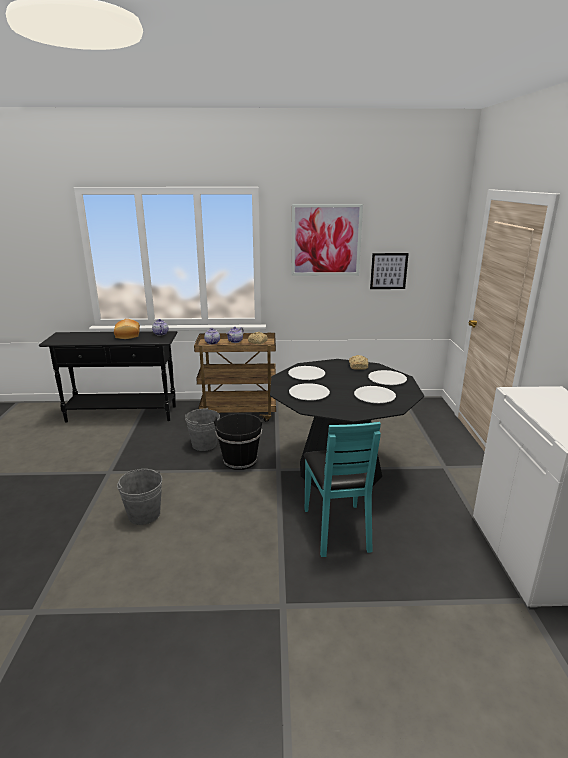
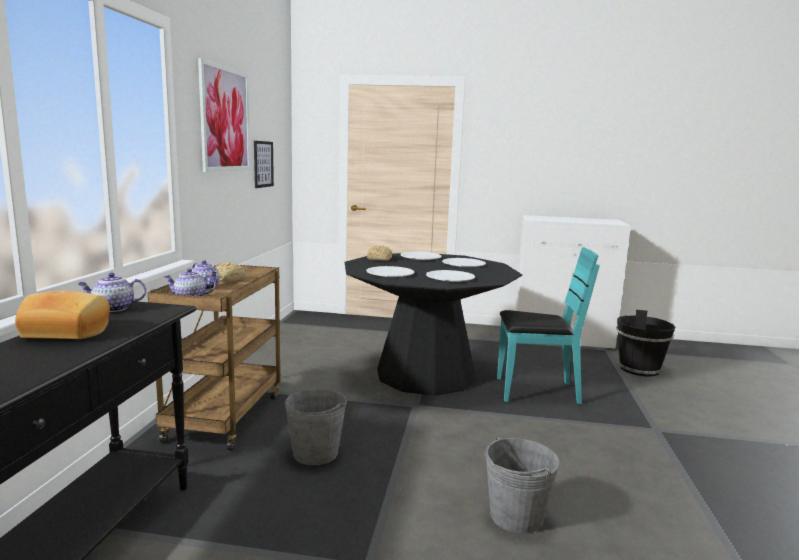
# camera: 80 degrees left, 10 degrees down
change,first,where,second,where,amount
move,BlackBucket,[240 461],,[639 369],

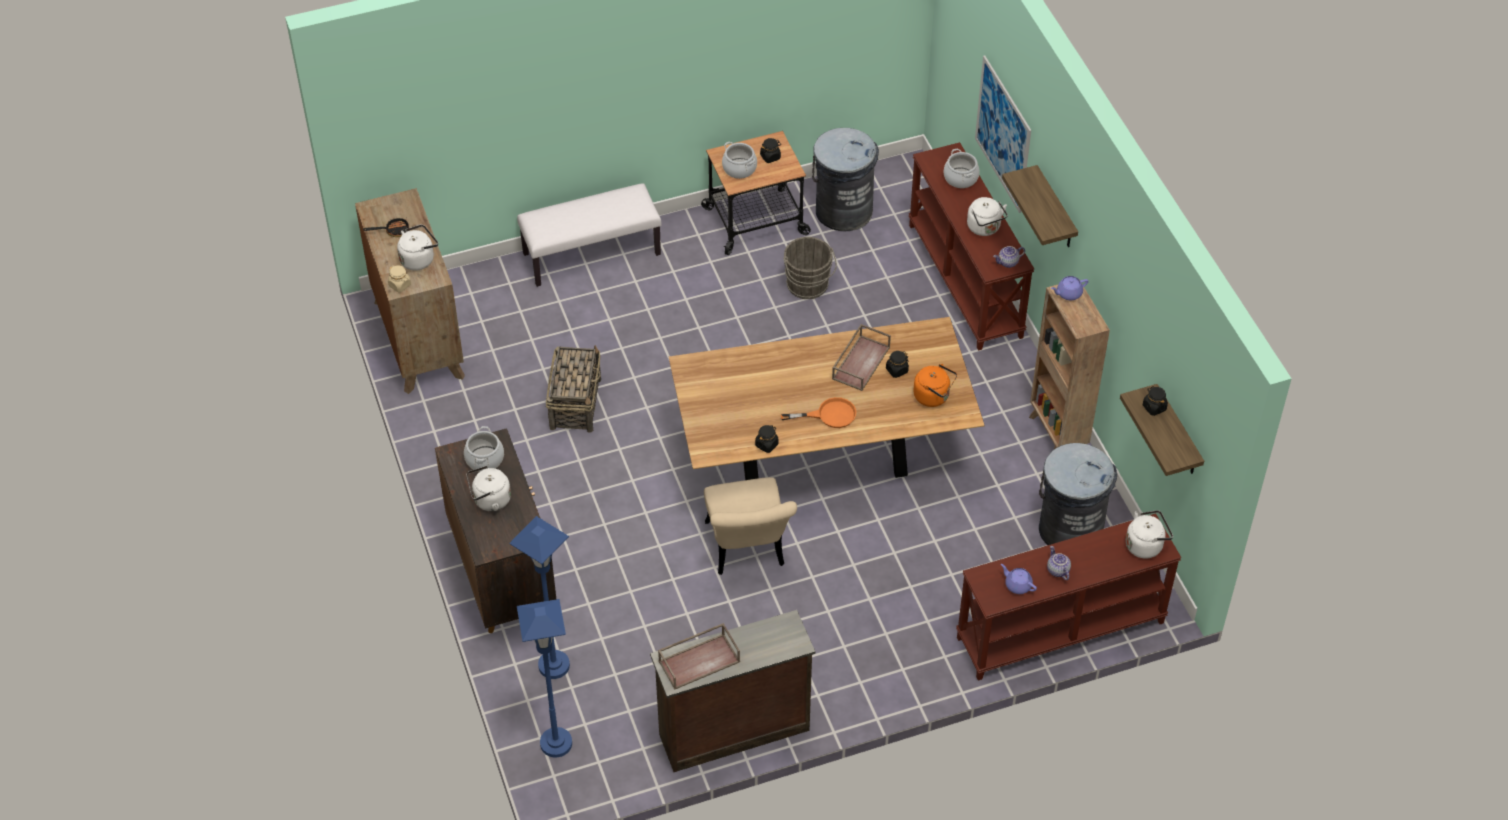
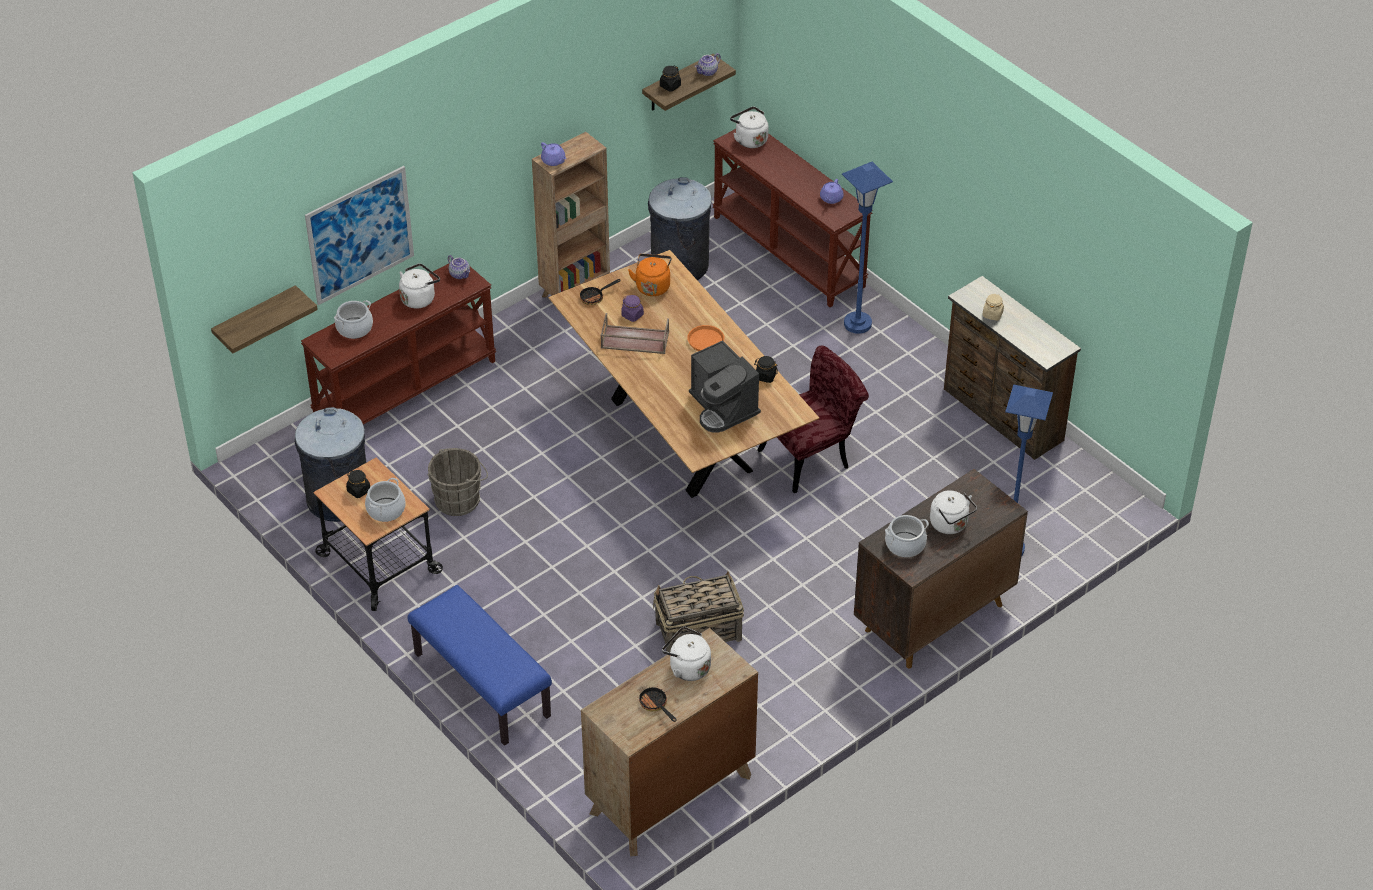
# camera: 110 degrees left, 5 degrees down
change,first,where,second,where,amount
delete,BrownTray,[699 660],,,
insert,,,FryingPan,[595 297],
insert,,,CoffeeMachine,[723 408],
move,BeigeJar,[400 285],,[992 314],
move,BlueFloorLamp,[556 743],,[857 324],
move,Shelf,[1056 209],,[255 319],
move,Teapot,[1057 570],,[708 72],
recolor,WhiteBench,[592 253],BlueBench,[481 685],
recolor,BeigeChair,[747 551],RedChair,[812 456],
recolor,BlackJar,[896 370],PurpleJar,[632 315],

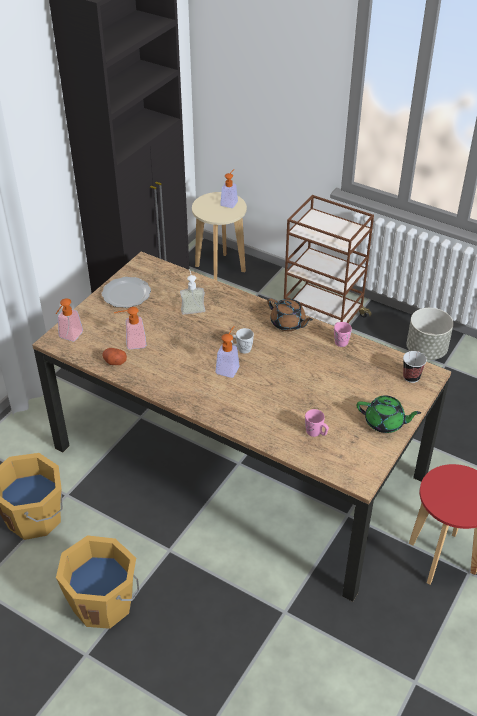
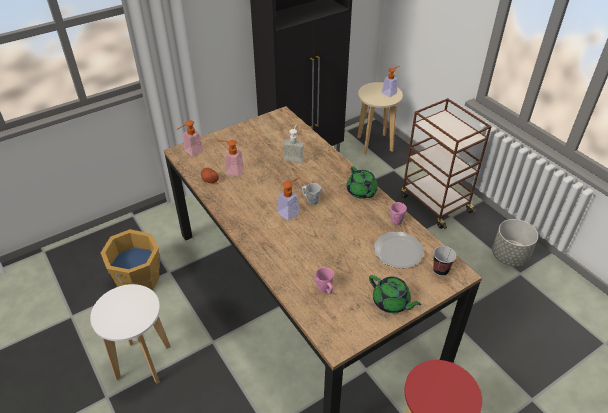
# camera: 25 degrees right, 0 degrees up
change,first,where,second,where,amount
move,Plate,[126 294],,[398 251],
replace,OrangeBucket,[104 601],WhiteStool,[143 362],
recolor,BrownTeapot,[288 324],GreenTeapot,[361 192],

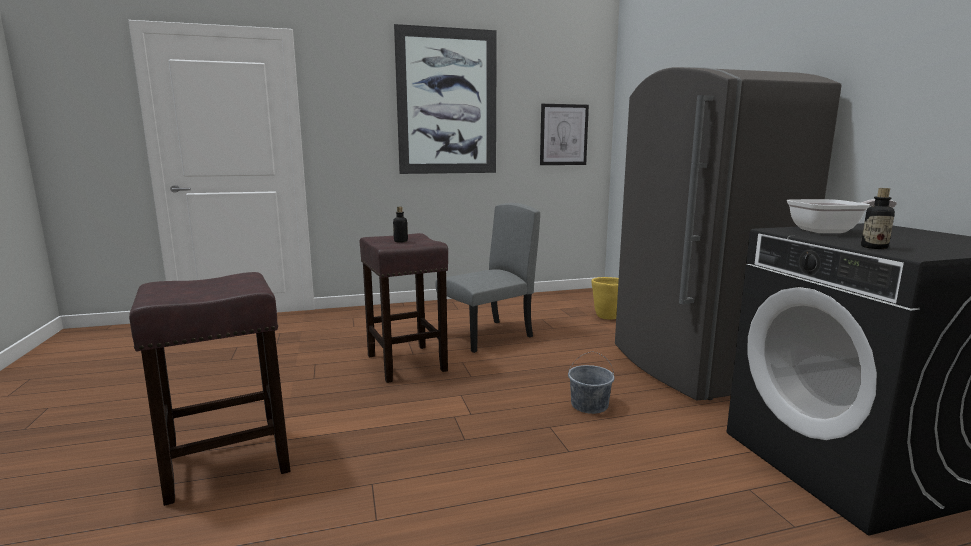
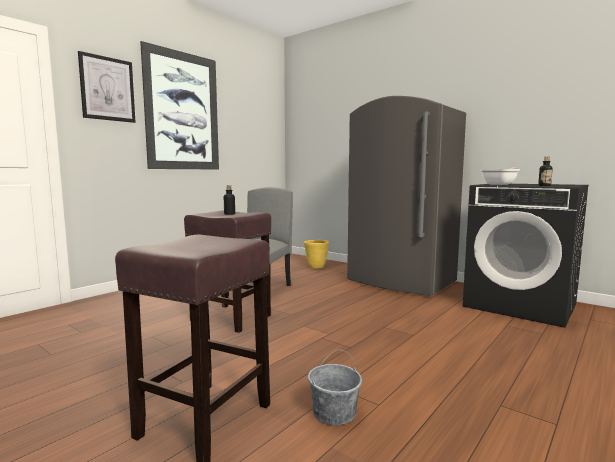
# camera: 35 degrees left, 5 degrees down
change,first,where,second,where,amount
move,Picture,[563 135],,[107 89],
move,GreyBucket,[589 405],,[334 412],

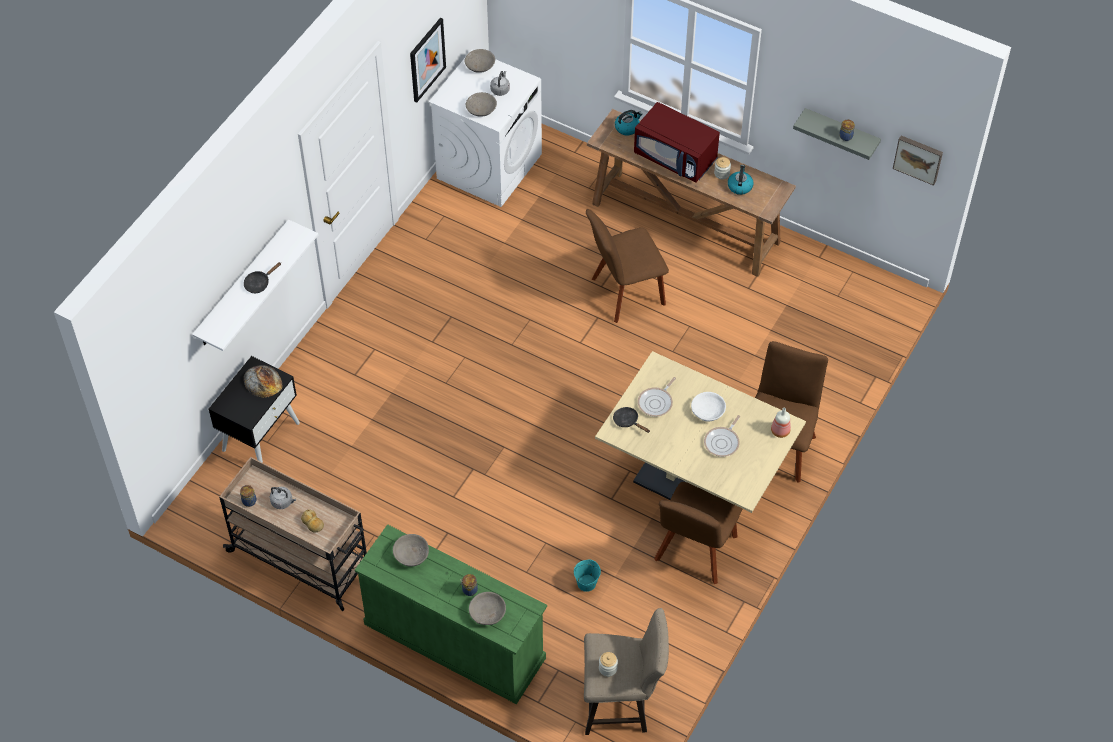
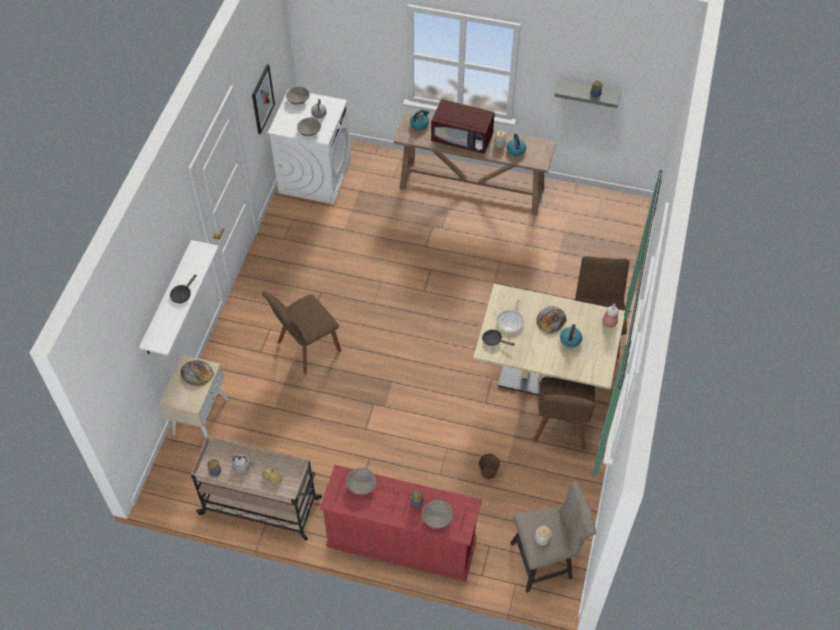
# camera: 15 degrees left, 0 degrees up
change,first,where,second,where,amount
delete,Picture,[918 158],,,
move,BrownChair,[624 293],,[306 348],
replace,WhiteBowl,[708 411],Bread,[551 319],
replace,FryingPan,[723 442],Kettle,[570 340],
recolor,BlackNightstand,[261 436],BeigeNightstand,[200 416],
recolor,GreenDresser,[453 640],RedDresser,[401 542],
recolor,TurquoiseBucket,[586 583],BrownBucket,[488 472],

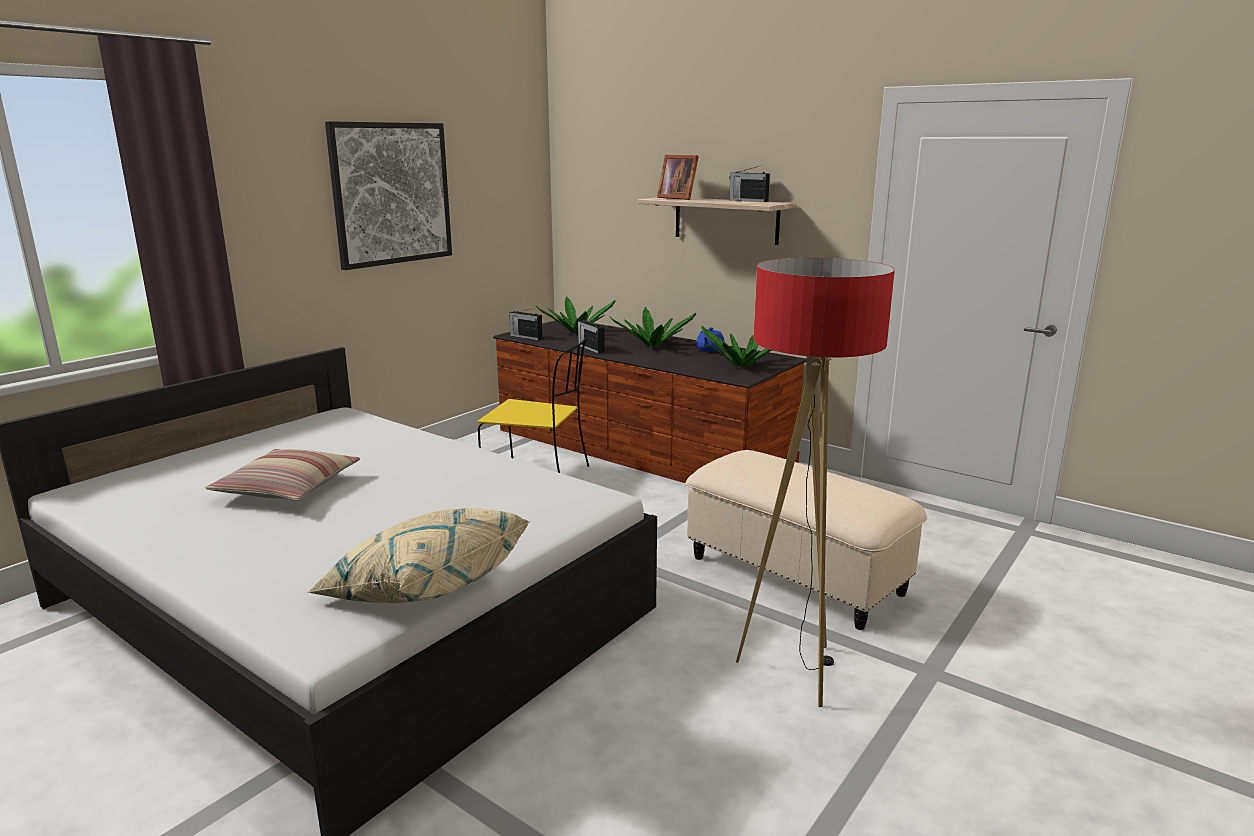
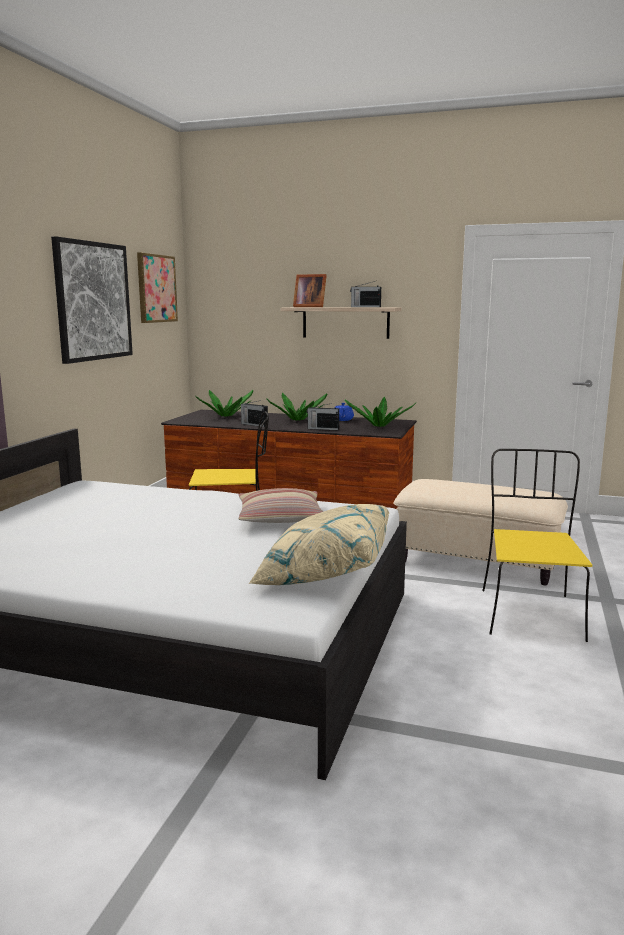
# camera: 20 degrees left, 5 degrees down
change,first,where,second,where,amount
insert,,,Picture,[156 288],
move,Pillow,[288 488],,[280 517],
move,Radio,[525 337],,[322 429],
replace,FloorLamp,[794 670],YellowChair,[529 613],

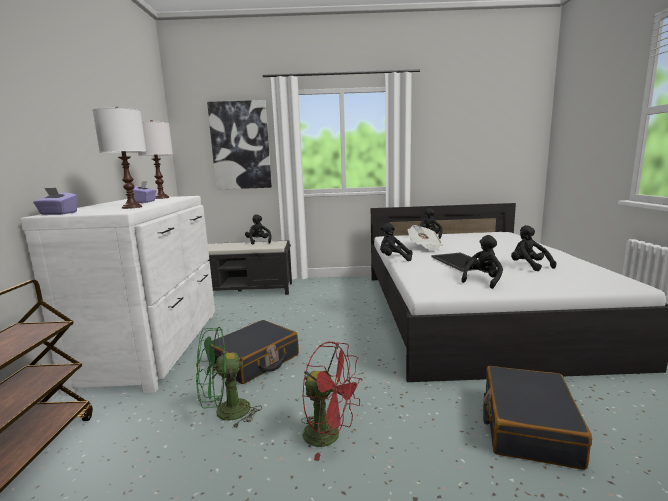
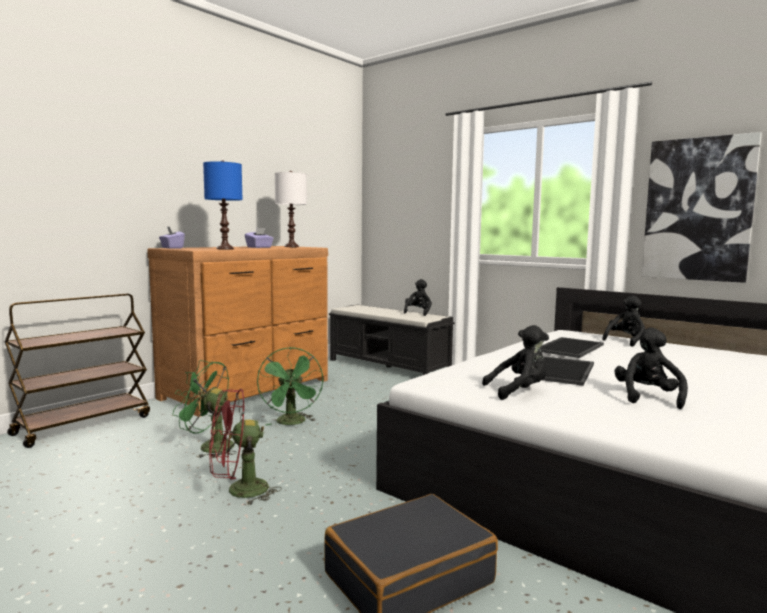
# camera: 40 degrees right, 5 degrees down
change,first,where,second,where,amount
delete,BlackPlushToy,[394 259],,,
move,Picture,[240 146],,[698 209],
replace,BlackSuitcase,[255 361],GreenFan,[292 423],
replace,Newspaper,[424 247],Tray,[570 348],
recolor,WhiteDresser,[155 347],BrownDresser,[249 389],
recolor,WhiteTableLamp,[132 207],BlueTableLamp,[225 249],
rotate,RedFan,[329 436],,[239 491],90 degrees clockwise

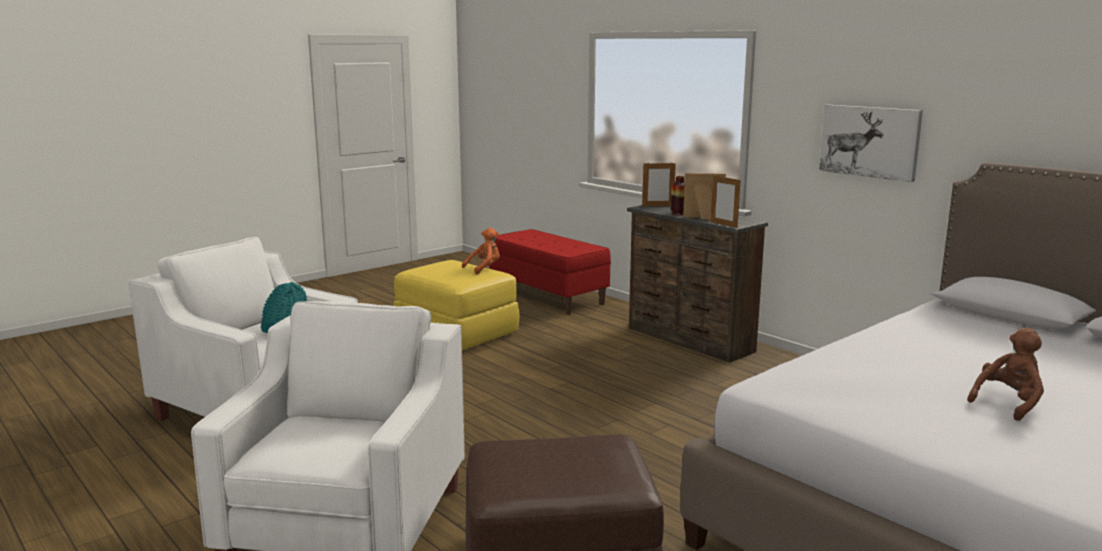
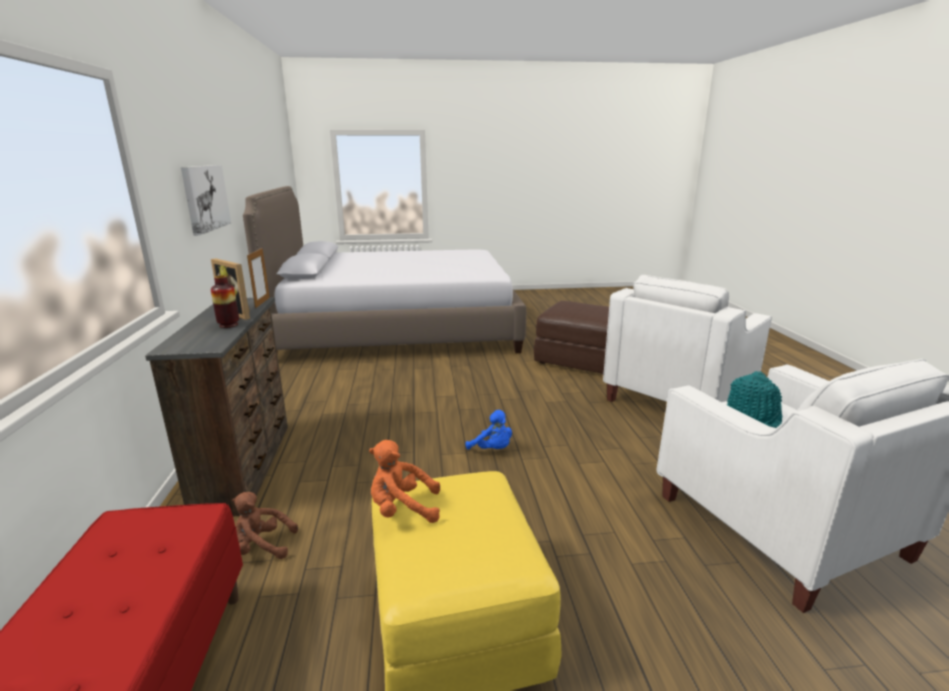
# camera: 145 degrees left, 5 degrees up
change,first,where,second,where,amount
delete,PictureFrame,[658 205],,,
insert,,,BluePlushToy,[492 449],
move,BrownPlushToy,[1008 403],,[263 546],

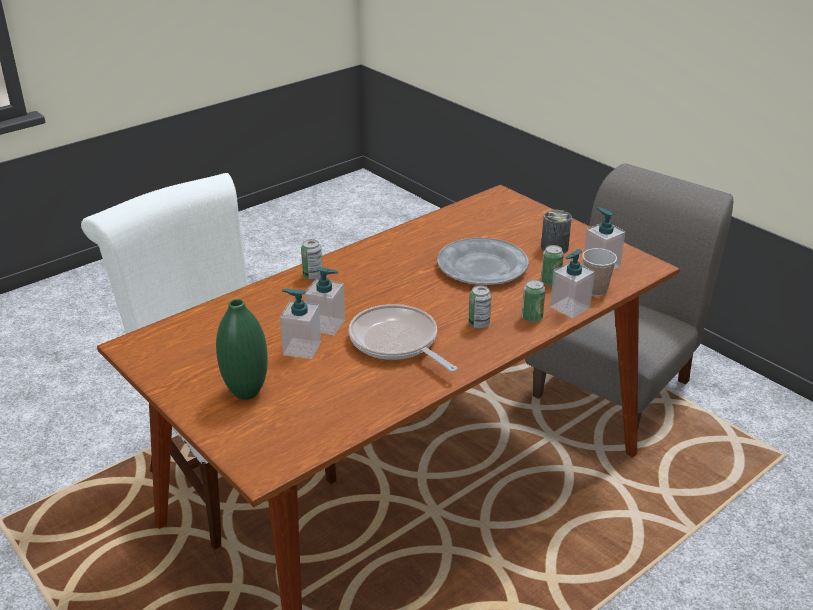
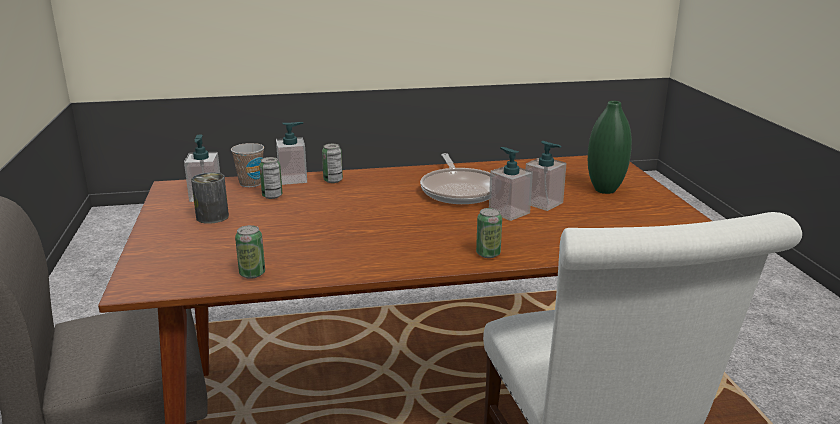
# camera: 150 degrees left, 10 degrees down
change,first,where,second,where,amount
delete,GreyPlate,[482 267],,,
move,Can,[479 324],,[252 274],

